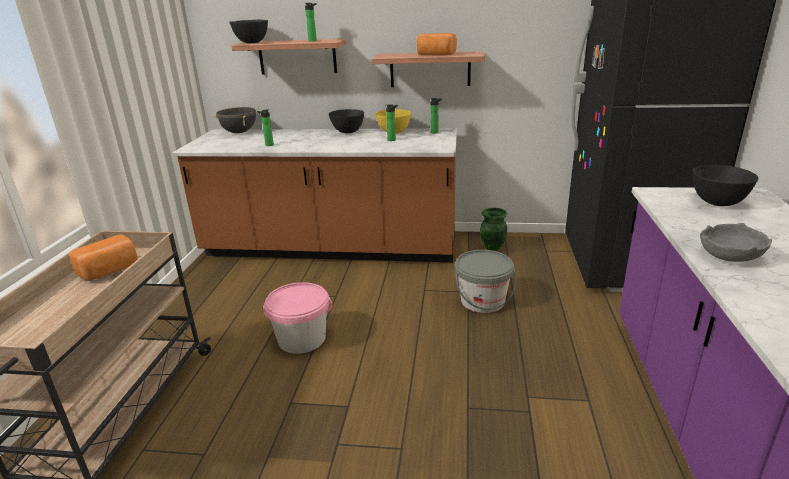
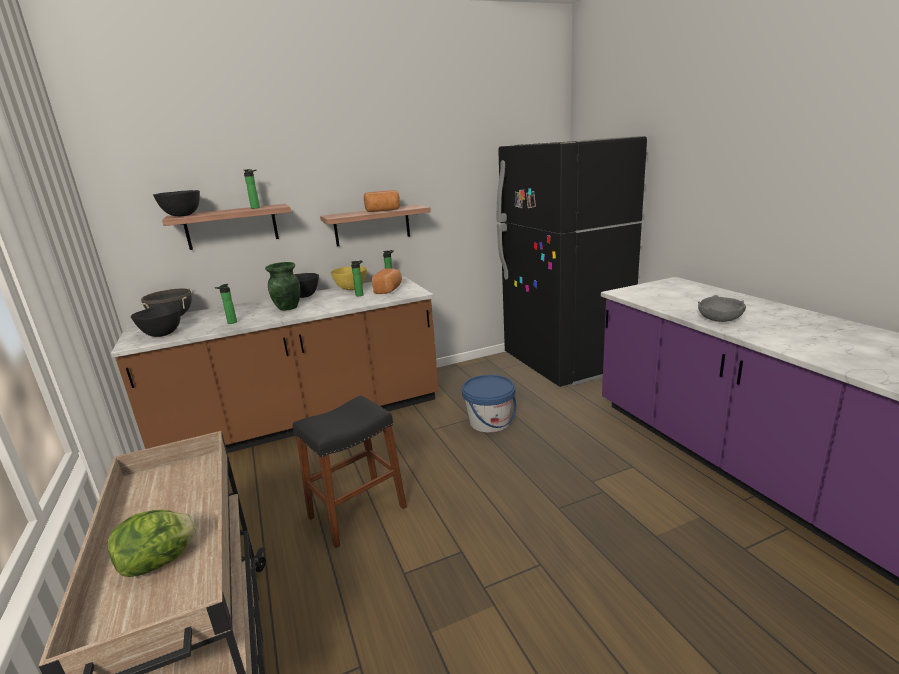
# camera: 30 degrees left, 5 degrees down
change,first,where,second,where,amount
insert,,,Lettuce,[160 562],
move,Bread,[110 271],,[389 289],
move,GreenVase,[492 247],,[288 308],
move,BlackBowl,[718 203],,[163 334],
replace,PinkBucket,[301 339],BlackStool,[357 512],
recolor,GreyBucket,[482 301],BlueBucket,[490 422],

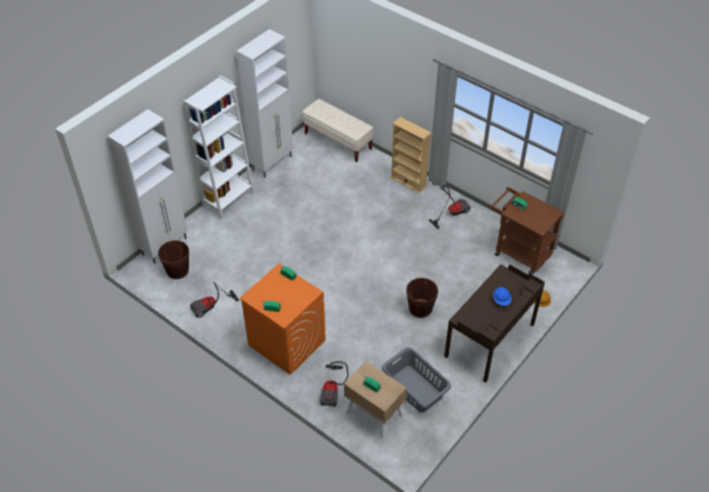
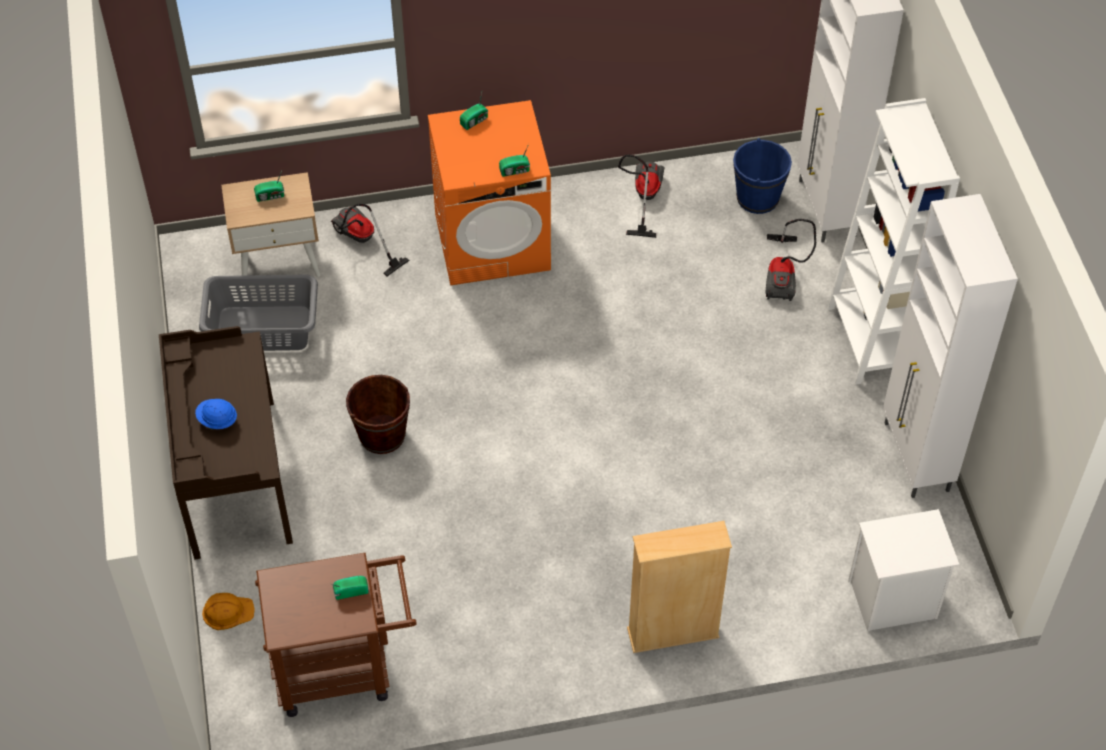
# camera: 130 degrees right, 5 degrees up
change,first,where,second,where,amount
move,VacuumCleaner,[452 213],,[783 275],
replace,BeigeBench,[338 141],WhiteNightstand,[892 600],
recolor,BrownBucket,[177 270],BlueBucket,[757 198],

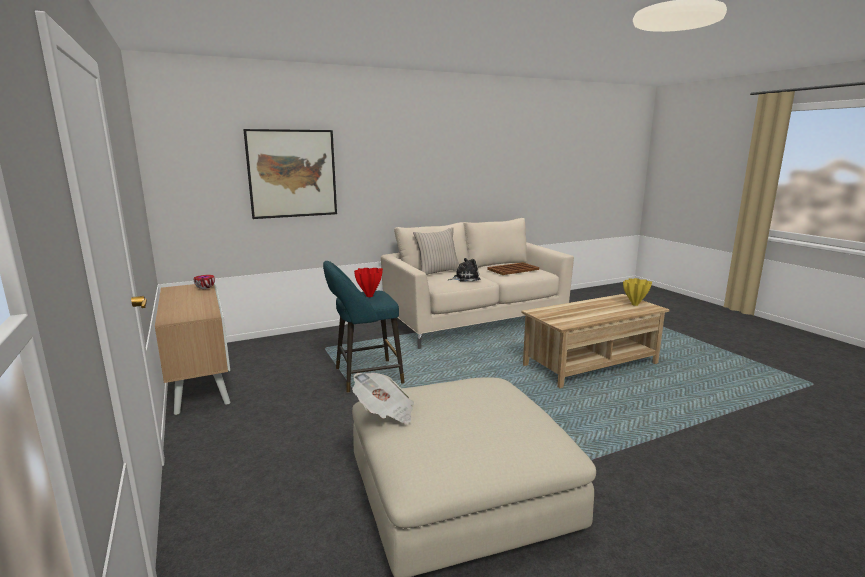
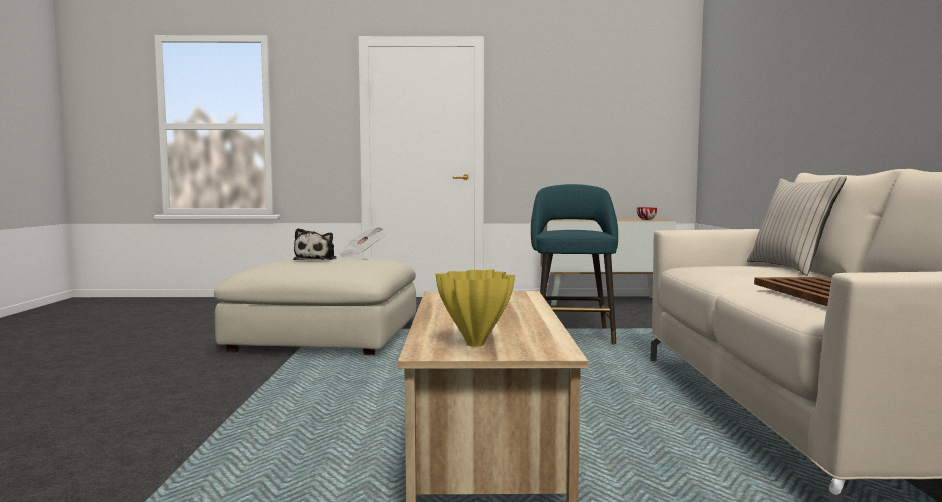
# camera: 115 degrees right, 10 degrees down
change,first,where,second,where,amount
delete,Picture,[292 173],,,
delete,RedVase,[369 296],,,
move,PlushToy,[465 278],,[317 259],

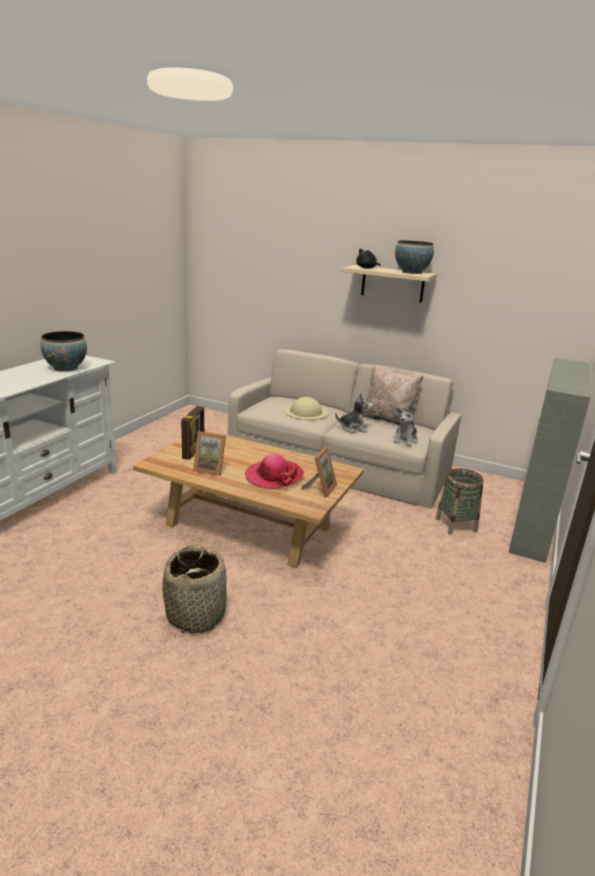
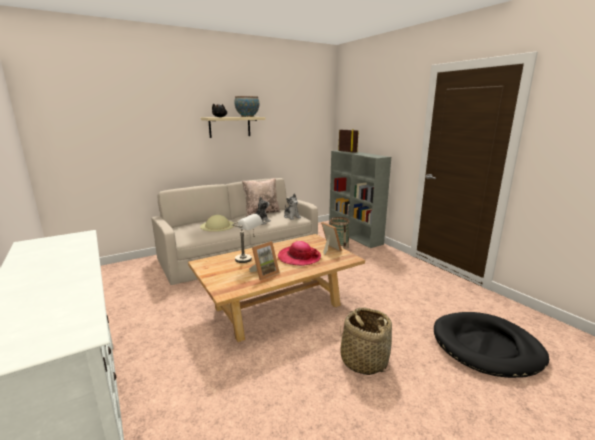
# camera: 55 degrees left, 5 degrees down
change,first,where,second,where,amount
delete,Bowl,[66 368],,,
insert,,,GreyTableLamp,[248 260],
insert,,,BlackDogBed,[486 347],
move,PictureFrame,[194 451],,[347 151],

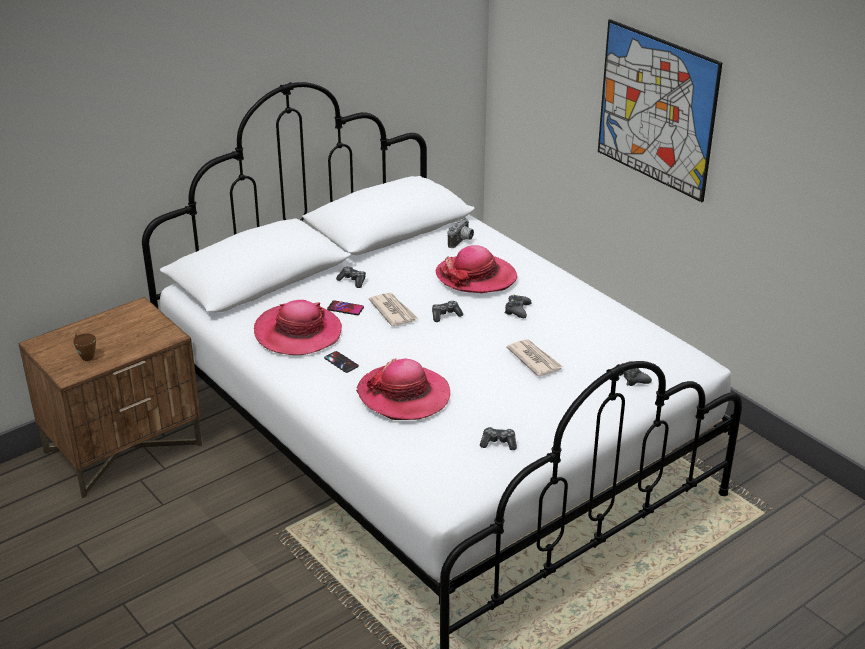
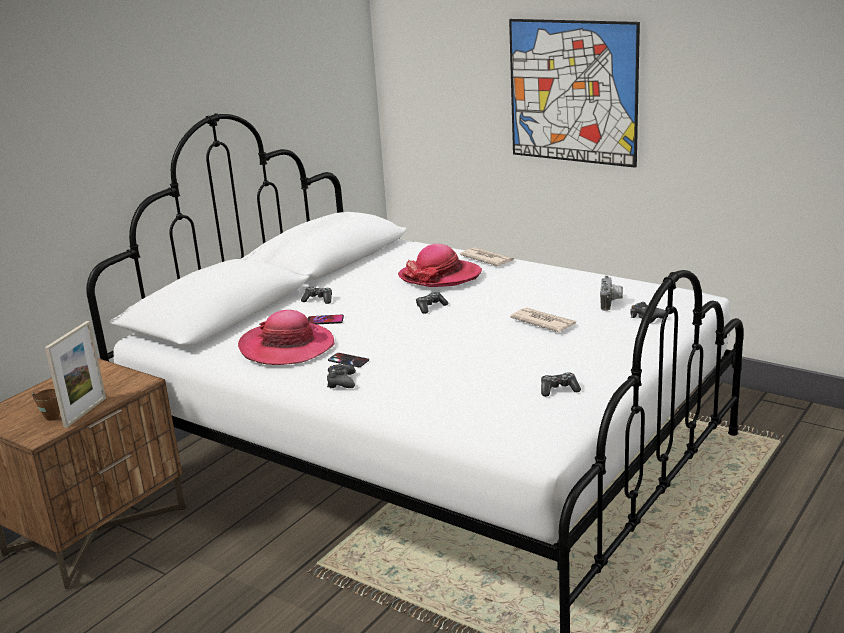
# camera: 15 degrees left, 10 degrees down
change,first,where,second,where,amount
delete,Hat,[404 395],,,
insert,,,PictureFrame,[85 412],
move,Newspaper,[393 311],,[487 259],
move,PhotoCamera,[462 241],,[611 303],
move,BlackGameController,[517 310],,[341 382],

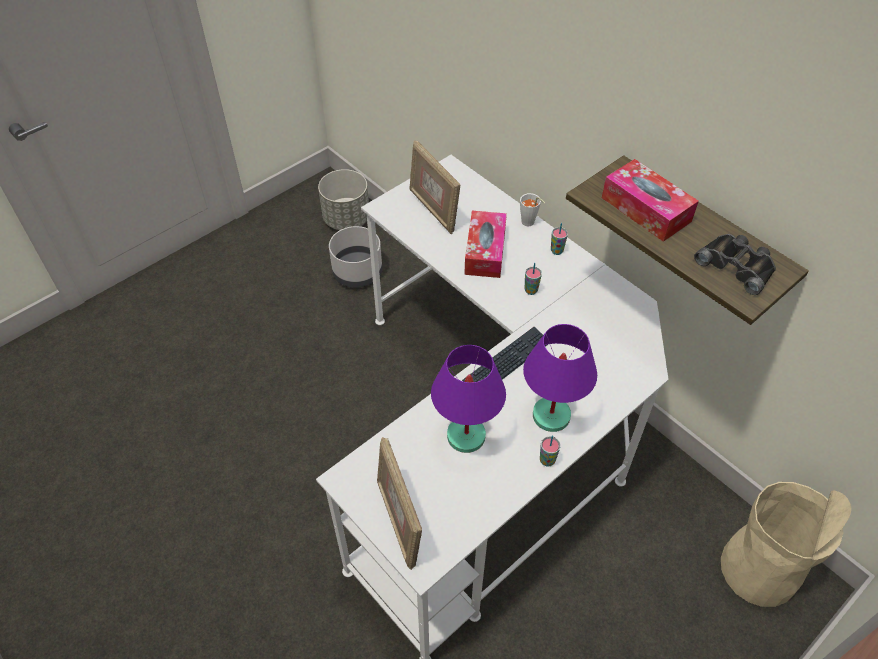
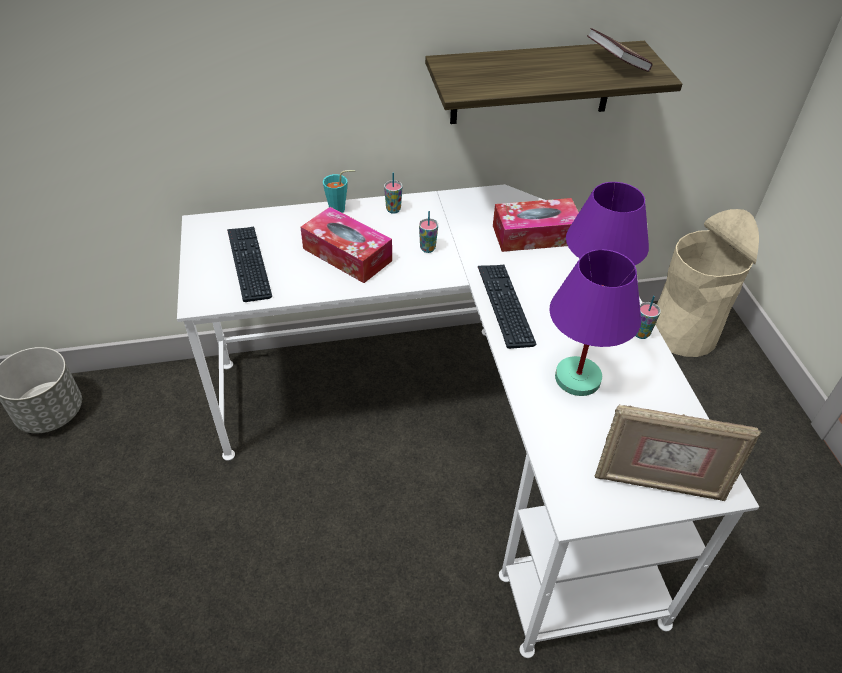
# camera: 60 degrees left, 5 degrees down
change,first,where,second,where,amount
delete,GreyPlanter,[358 272],,,
move,TissueBox,[646 209],,[535 235],
replace,PictureFrame,[433 210],Keyboard,[249 264],
replace,BlackBinoculars,[737 265],Book,[616 64],
recolor,WhiteCup,[529 223],TurquoiseCup,[341 209],

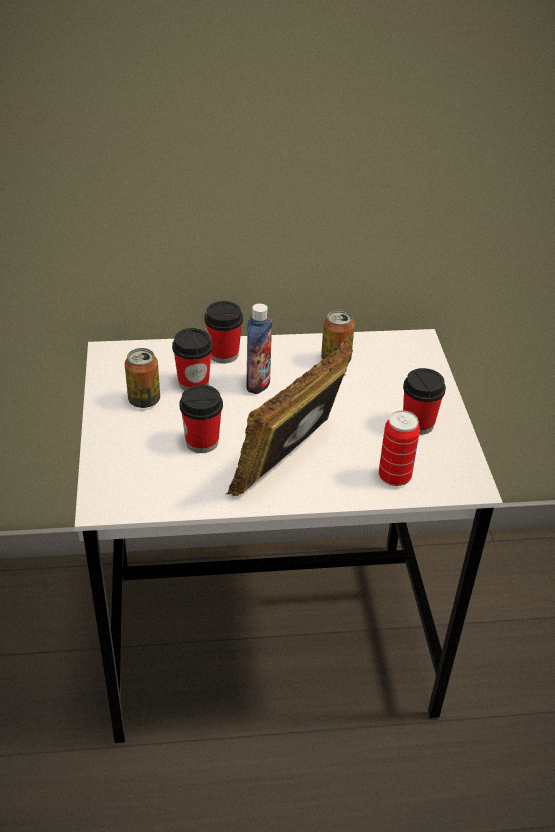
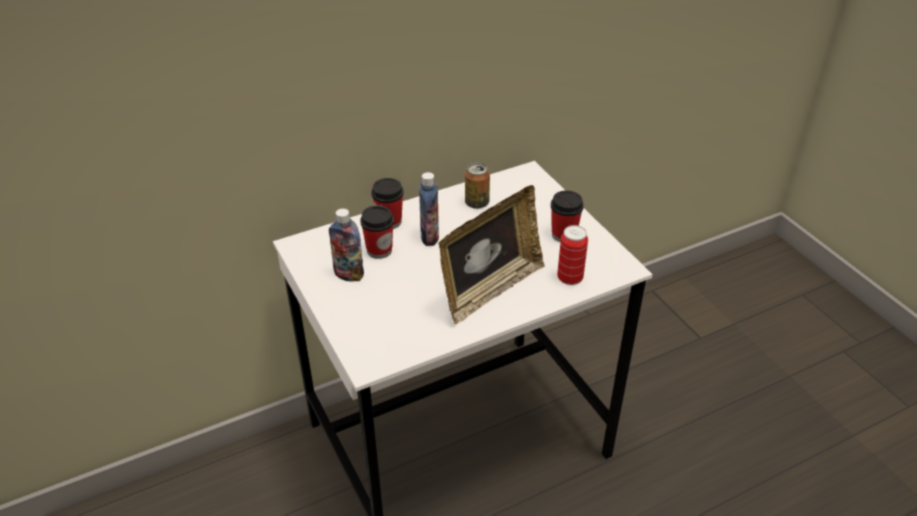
# camera: 20 degrees left, 0 degrees up
change,first,where,second,where,amount
delete,Cup,[202 442],,,
replace,Can,[144 400],Bottle,[349 275],
rotate,PictureFrame,[291 462],,[490 289],150 degrees counterclockwise

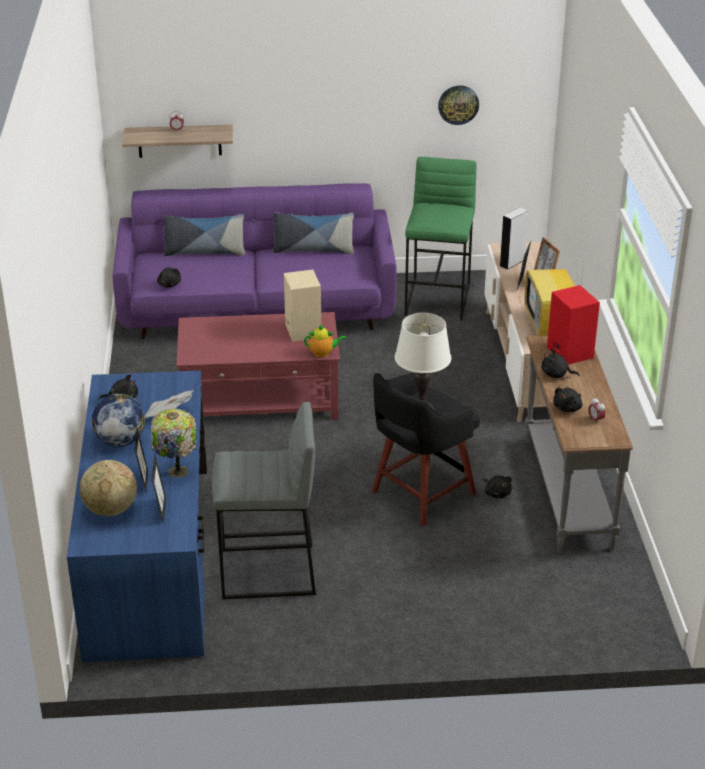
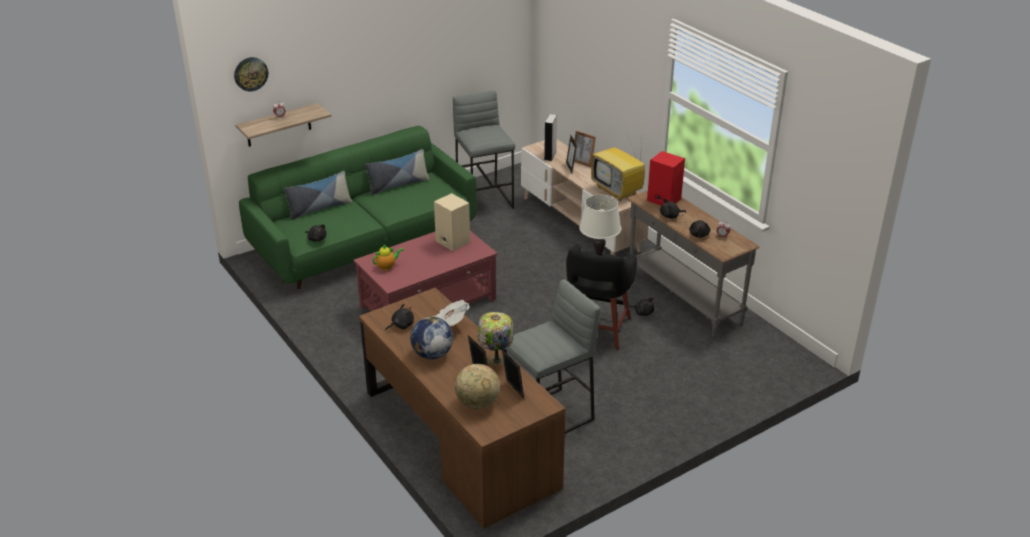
# camera: 30 degrees left, 0 degrees up
change,first,where,second,where,amount
move,Teapot,[323 353],,[387 266],
move,WallClock,[458 104],,[250 73],
recolor,BlueDesk,[150 558],BrownDesk,[459 439],
recolor,PurpleSofa,[257 309],GreenSofa,[365 242],
recolor,GreenStool,[438 300],GreyStool,[485 199],

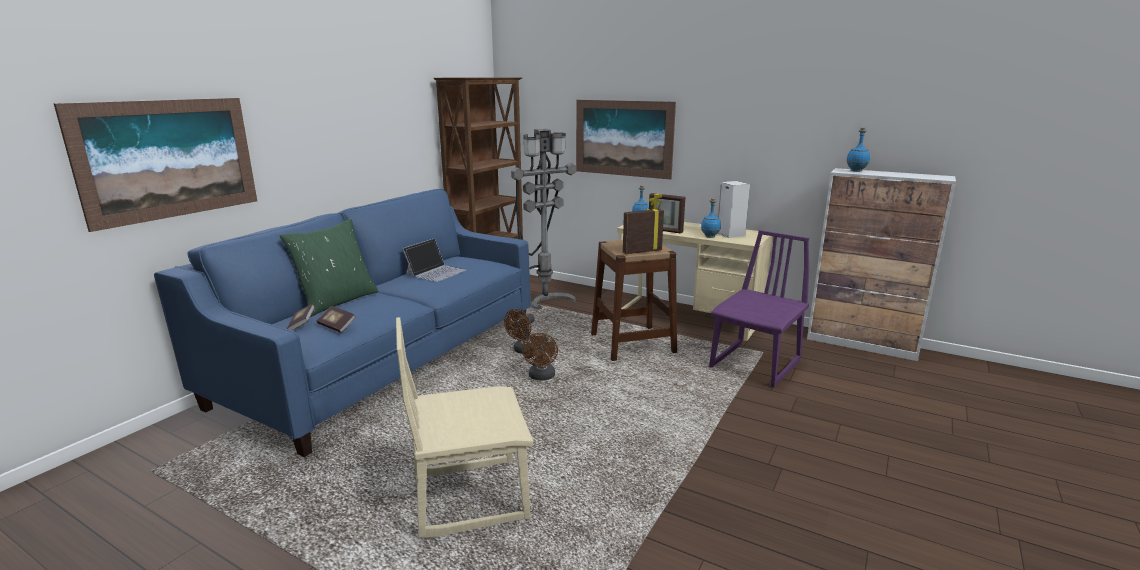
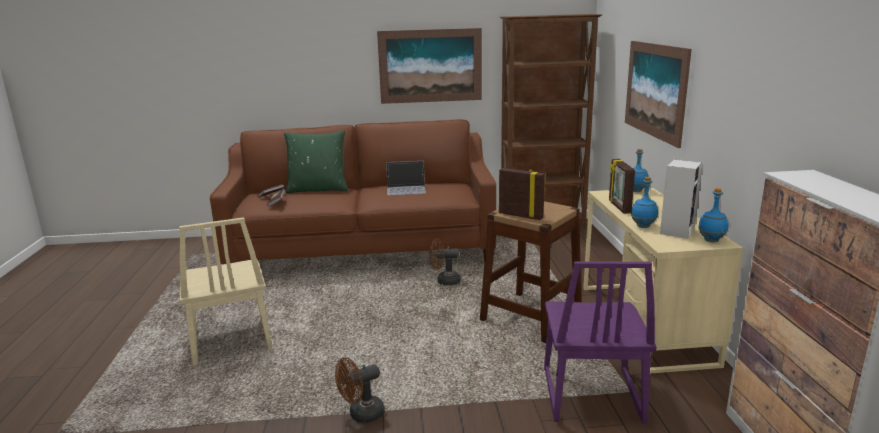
# camera: 55 degrees right, 0 degrees up
change,first,where,second,where,amount
delete,GreyFloorLamp,[546 299],,,
move,Picture,[169 159],,[430 66],
move,BrownFan,[541 377],,[361 415],
move,BlueBottle,[856 171],,[711 240],
recolor,BlueSofa,[386 362],BrownSofa,[363 250],
rotate,BeigeChair,[469 495],,[230 341],150 degrees counterclockwise
rotate,PurpleChair,[756 365],,[590 395],90 degrees clockwise

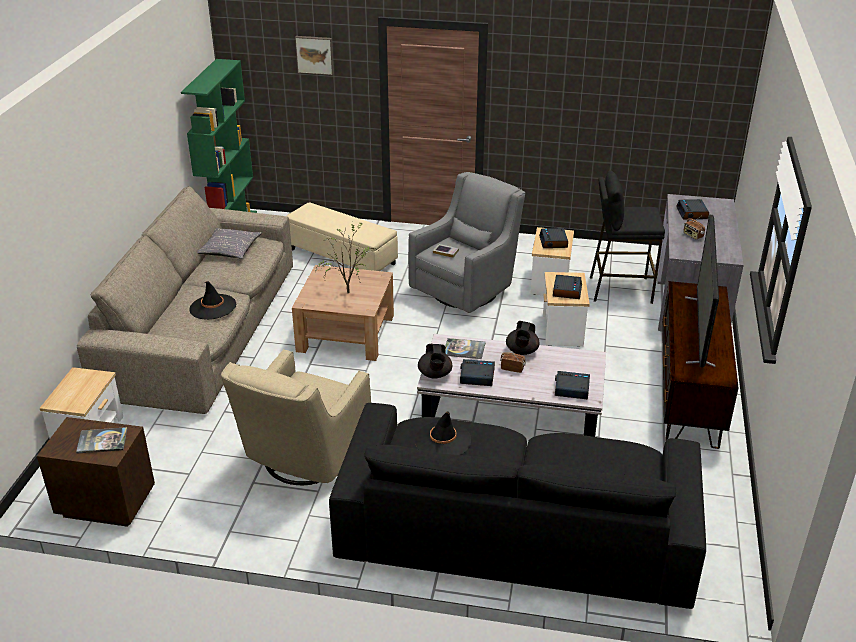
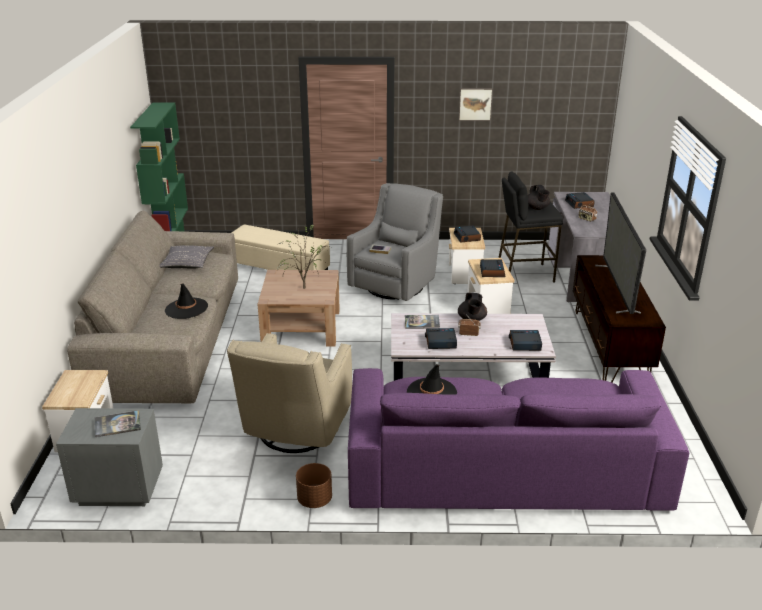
# camera: 10 degrees left, 5 degrees down
change,first,where,second,where,amount
insert,,,BrownPlanter,[314 500],
move,Picture,[315 54],,[475 103],
move,BlackTeapot,[435 374],,[537 208],
recolor,BrownNightstand,[106 503],GreyNightstand,[118 489],
recolor,BlackSofa,[516 529],PurpleSofa,[503 466],

